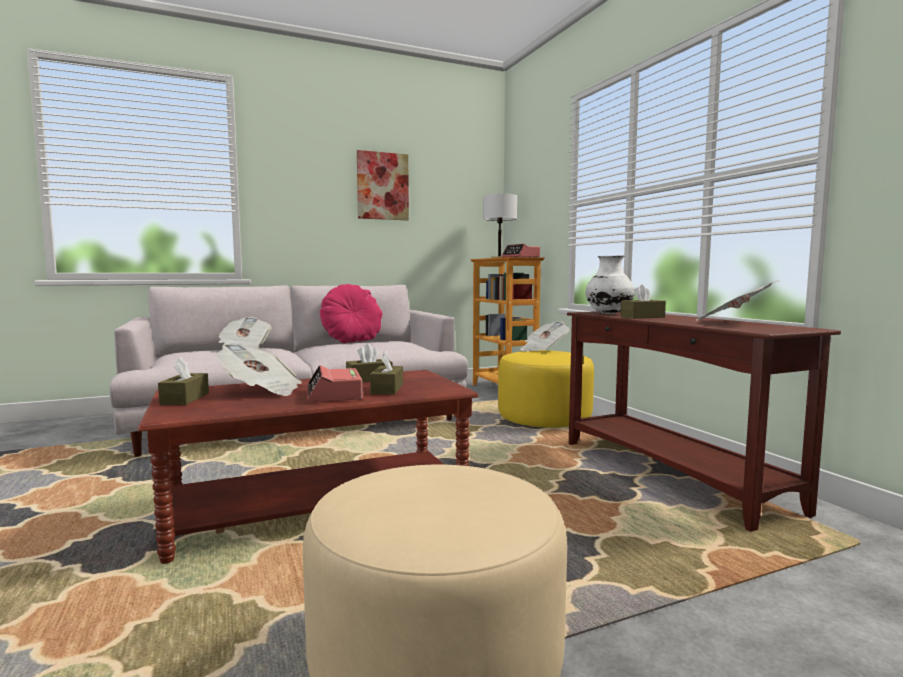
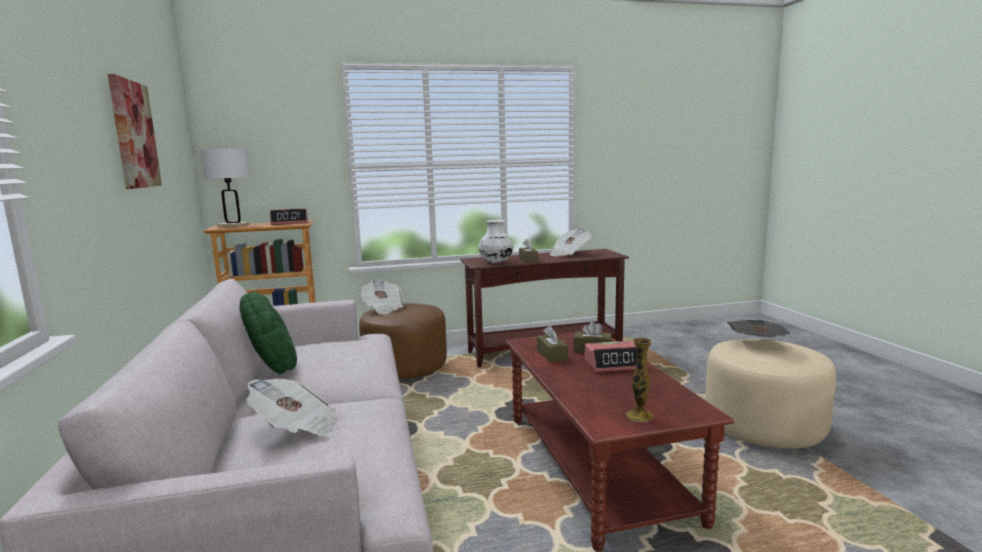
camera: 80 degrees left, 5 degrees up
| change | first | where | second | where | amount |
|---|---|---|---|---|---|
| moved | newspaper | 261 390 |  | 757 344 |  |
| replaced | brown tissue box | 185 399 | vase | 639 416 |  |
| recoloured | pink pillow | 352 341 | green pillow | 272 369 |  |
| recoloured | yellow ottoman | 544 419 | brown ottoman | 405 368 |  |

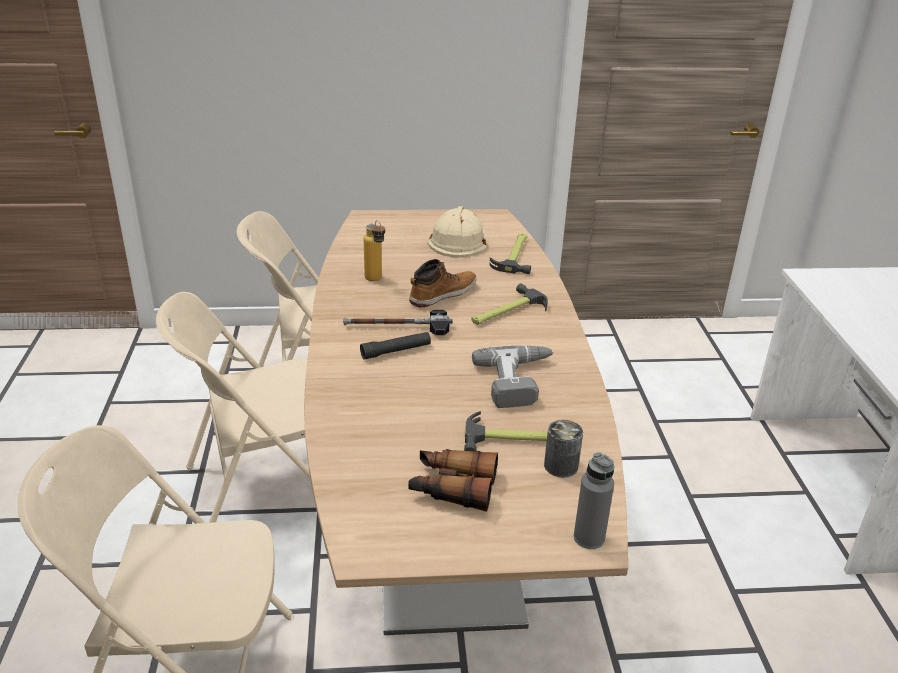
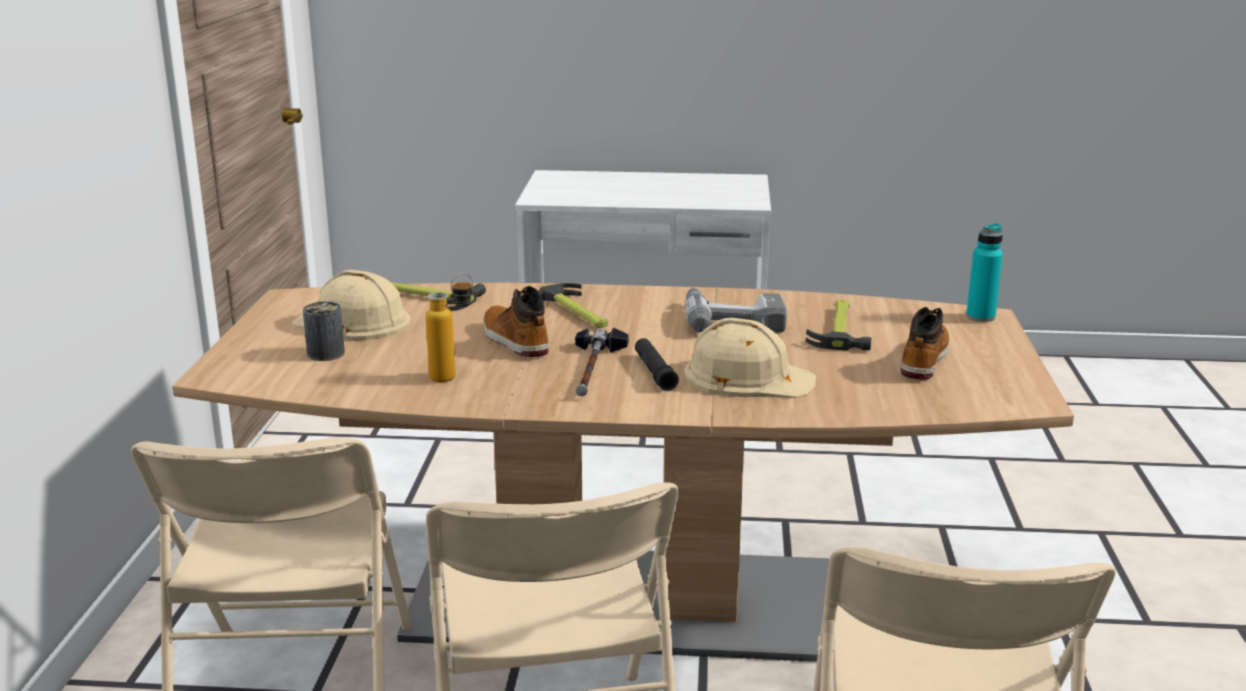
camera: 80 degrees left, 10 degrees down
| change | first | where | second | where | amount |
|---|---|---|---|---|---|
| added |  |  | beige hard hat | 747 377 |  |
| moved | can | 561 466 |  | 326 353 |  |
| replaced | binoculars | 452 487 | boot | 923 360 |  |
| recoloured | grey bottle | 589 538 | turquoise bottle | 980 317 |  |

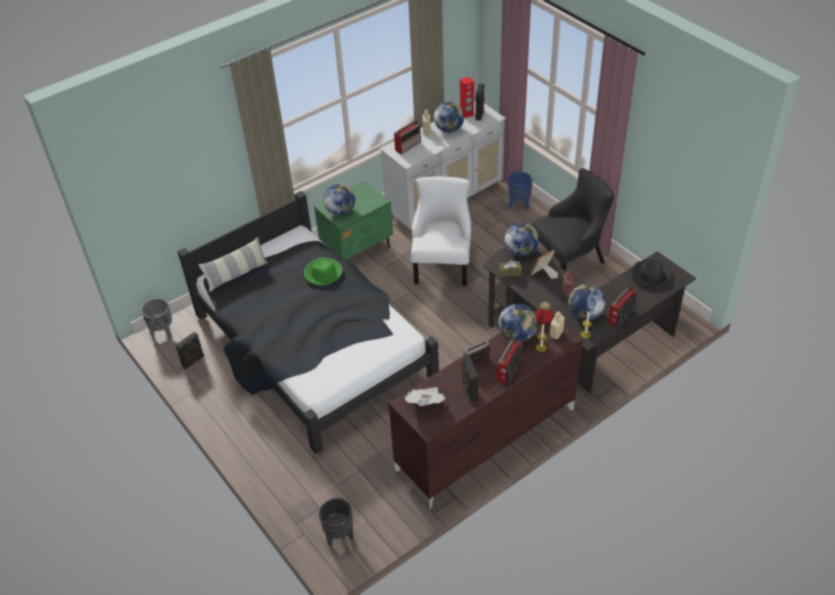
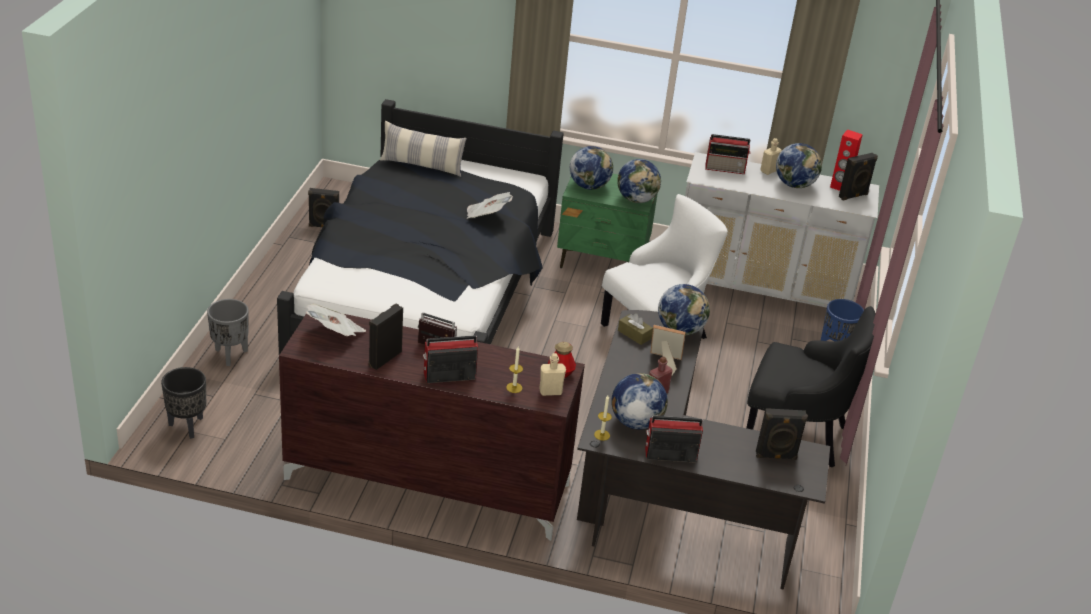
camera: 45 degrees right, 10 degrees down
| change | first | where | second | where | amount |
|---|---|---|---|---|---|
| moved | grey planter | 163 333 |  | 230 355 |  |
| moved | globe | 517 335 |  | 636 199 |  |
| replaced | green hat | 323 273 | newspaper | 487 216 |  |
| replaced | black hat | 651 275 | black speaker | 776 456 |  |

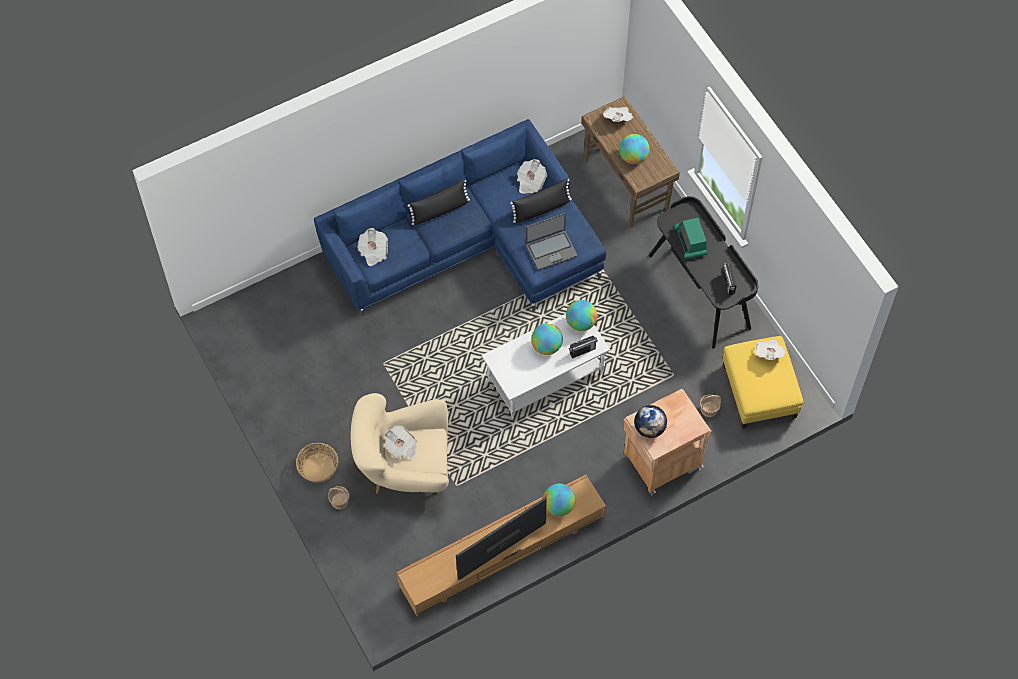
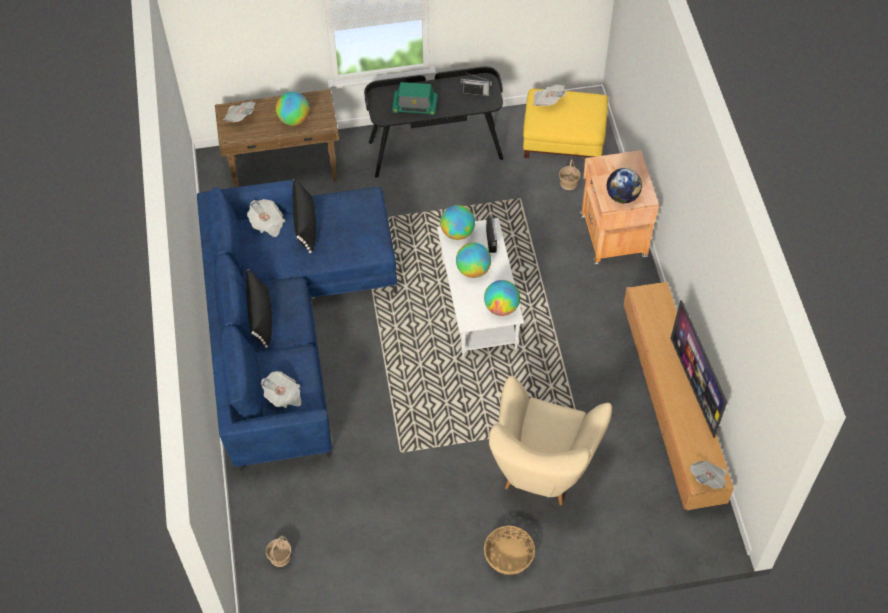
camera: 70 degrees left, 5 degrees down
| change | first | where | second | where | amount |
|---|---|---|---|---|---|
| removed | laptop | 551 250 |  |  |  |
| moved | basket | 339 501 |  | 280 557 |  |
| moved | newspaper | 401 447 |  | 708 479 |  |
| moved | globe | 558 506 |  | 501 307 |  |

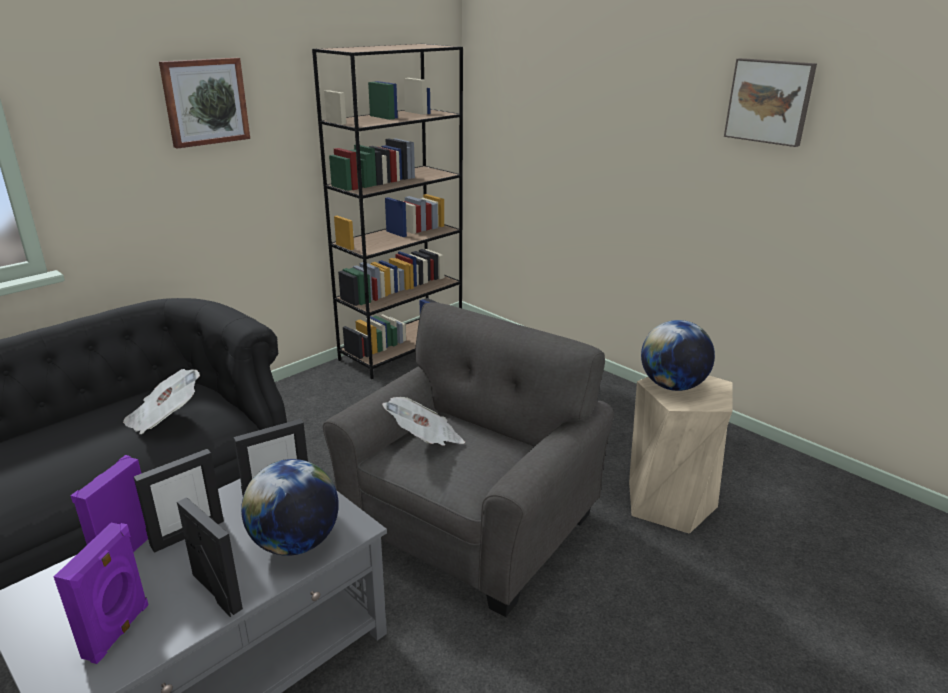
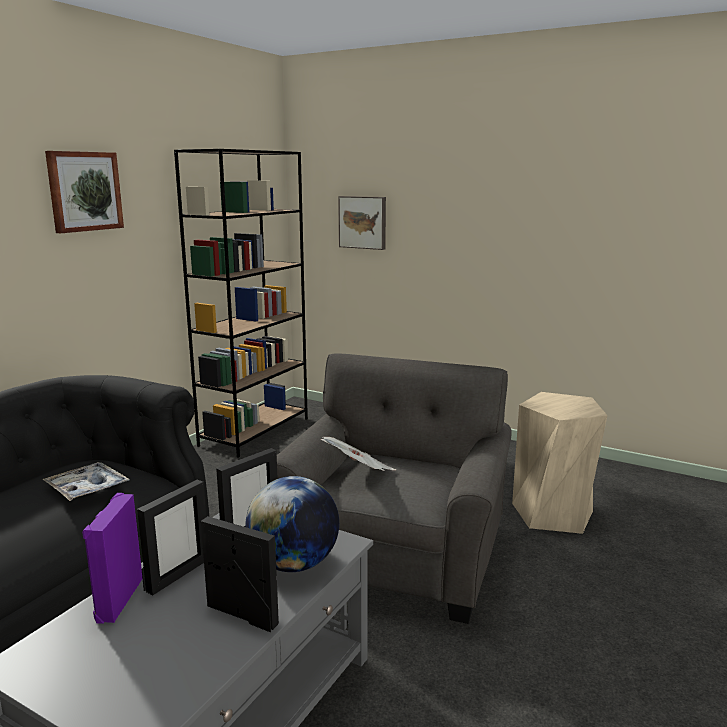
camera: 15 degrees left, 10 degrees down
| change | first | where | second | where | amount |
|---|---|---|---|---|---|
| removed | purple speaker | 118 631 |  |  |  |
| removed | globe | 672 386 |  |  |  |
| moved | picture | 770 101 |  | 363 222 |  |
| replaced | newspaper | 164 418 | tray | 87 488 |  |

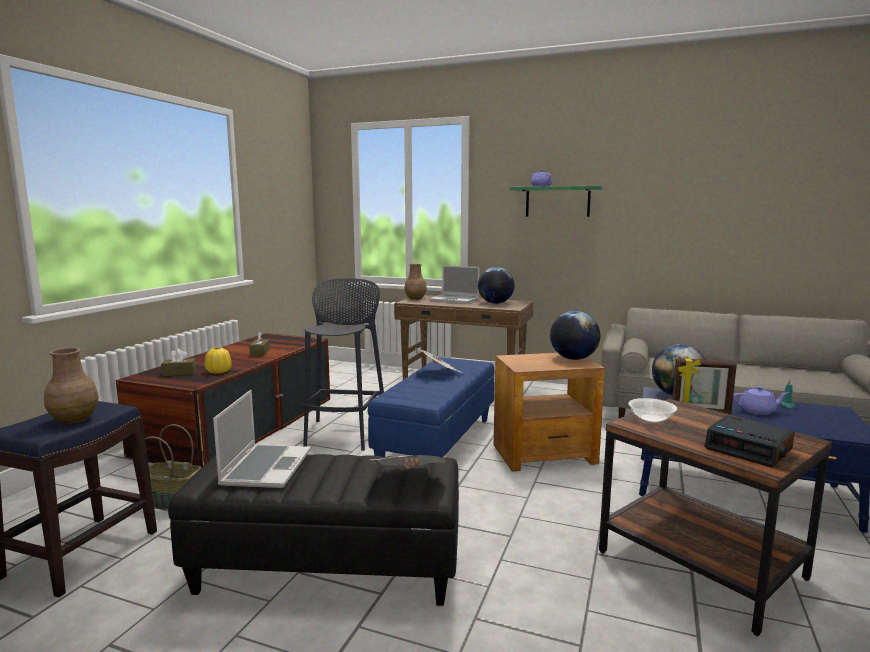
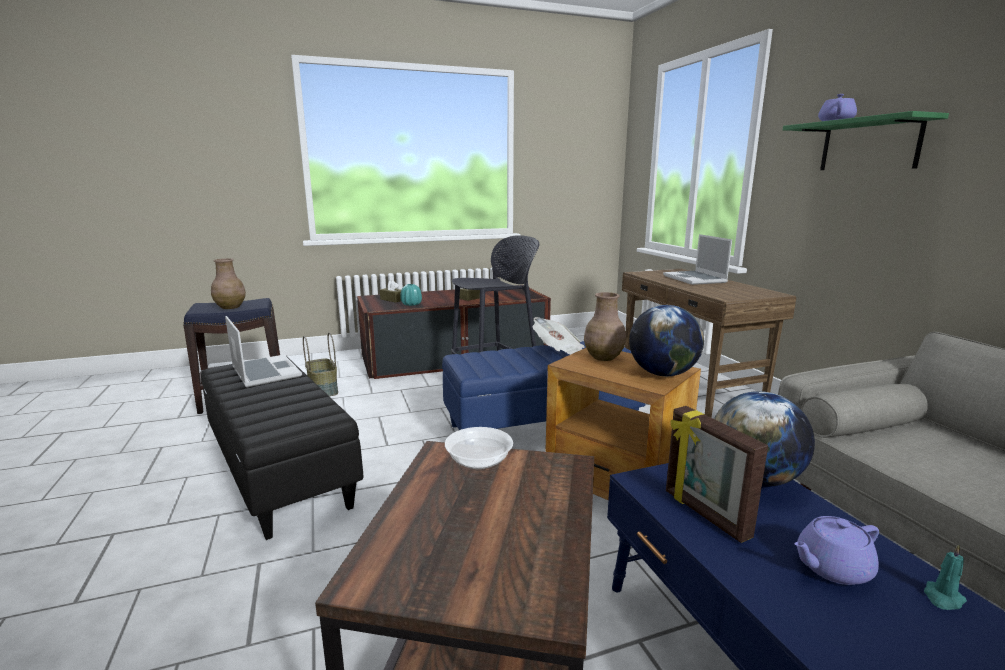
camera: 50 degrees right, 5 degrees up
| change | first | where | second | where | amount |
|---|---|---|---|---|---|
| removed | newspaper | 409 481 |  |  |  |
| removed | globe | 495 303 |  |  |  |
| removed | alarm clock | 749 449 |  |  |  |
| moved | brown vase | 415 298 |  | 603 357 |  |
| recoloured | yellow vase | 219 371 | turquoise vase | 411 304 |  |
| turned | laptop | 266 467 |  | 264 372 | 90 degrees counterclockwise |
| turned | purple teapot | 758 411 |  | 831 568 | 105 degrees clockwise |

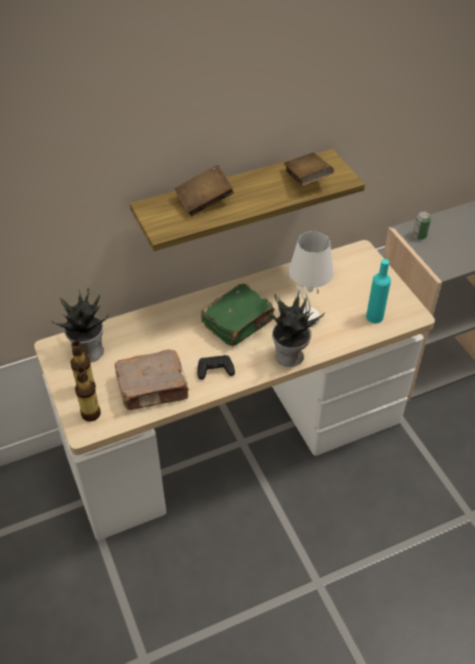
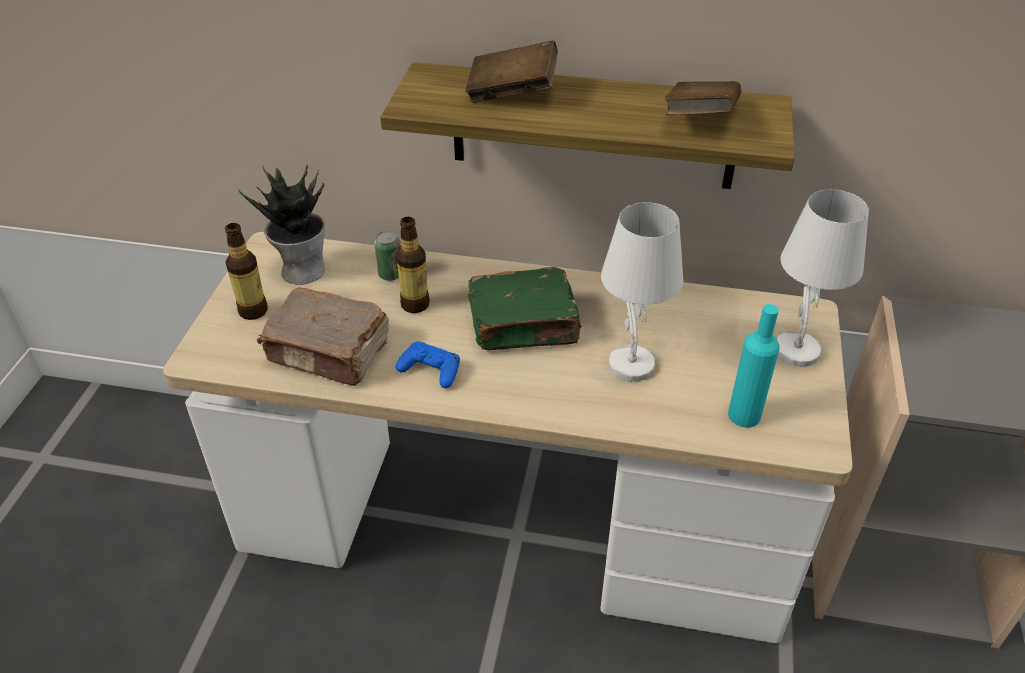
camera: 35 degrees right, 5 degrees down
| change | first | where | second | where | amount |
|---|---|---|---|---|---|
| removed | potted plant | 290 357 |  |  |  |
| added |  |  | white table lamp | 795 350 |  |
| moved | bottle | 91 414 |  | 415 304 |  |
| moved | can | 419 236 |  | 390 274 |  |
| recoloured | black game controller | 215 370 | blue game controller | 430 370 |  |

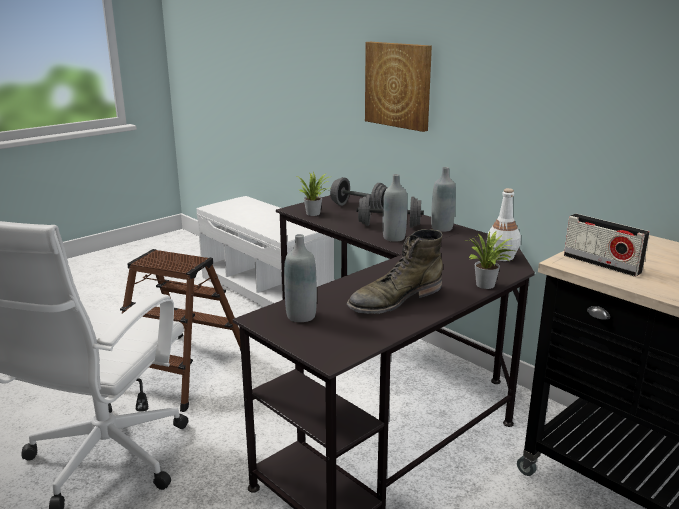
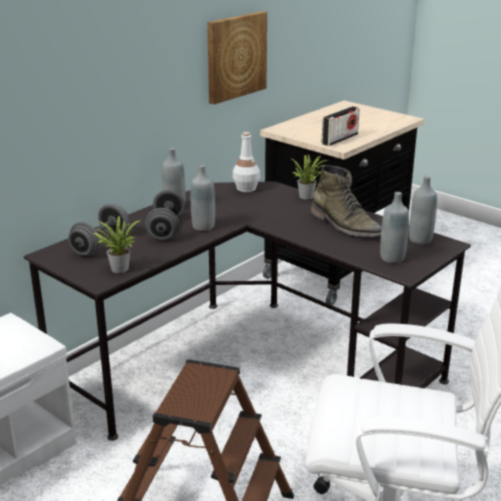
camera: 95 degrees left, 5 degrees up
| change | first | where | second | where | amount |
|---|---|---|---|---|---|
| added |  |  | grey bottle | 420 239 |  |
| moved | picture | 398 85 |  | 235 56 |  |

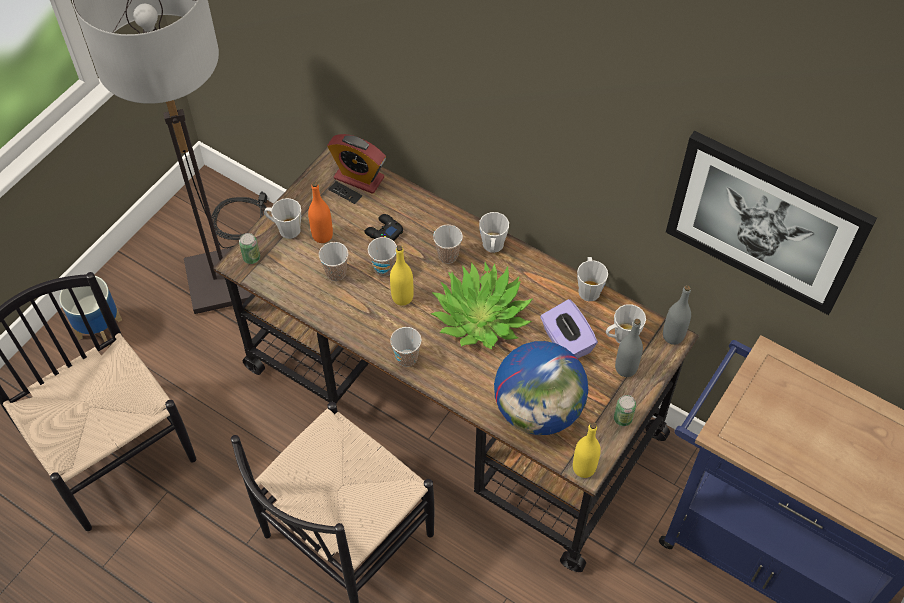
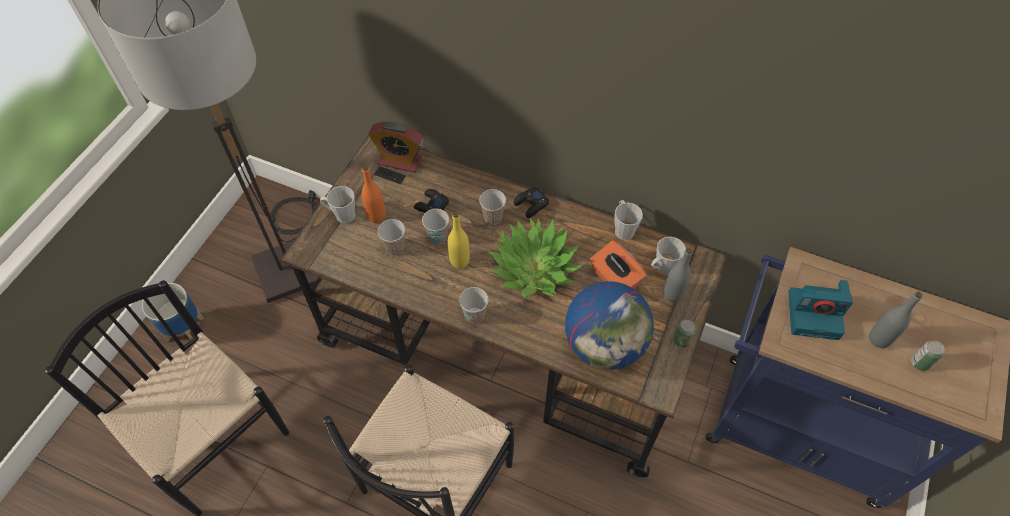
camera: 10 degrees left, 0 degrees up
| change | first | where | second | where | amount |
|---|---|---|---|---|---|
| removed | yellow bottle | 584 468 |  |  |  |
| removed | picture | 765 222 |  |  |  |
| added |  |  | photo camera | 814 314 |  |
| moved | can | 251 258 |  | 919 363 |  |
| moved | grey bottle | 673 336 |  | 879 339 |  |
| replaced | grey mug | 492 247 | black game controller | 531 205 |  |
| recoloured | purple tissue box | 566 342 | orange tissue box | 614 279 |  |

